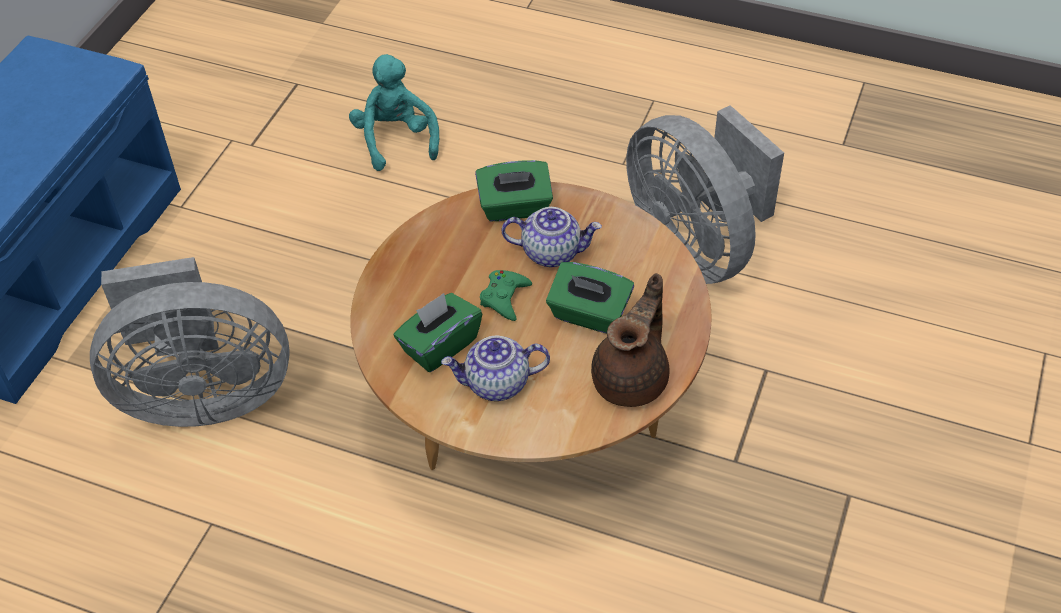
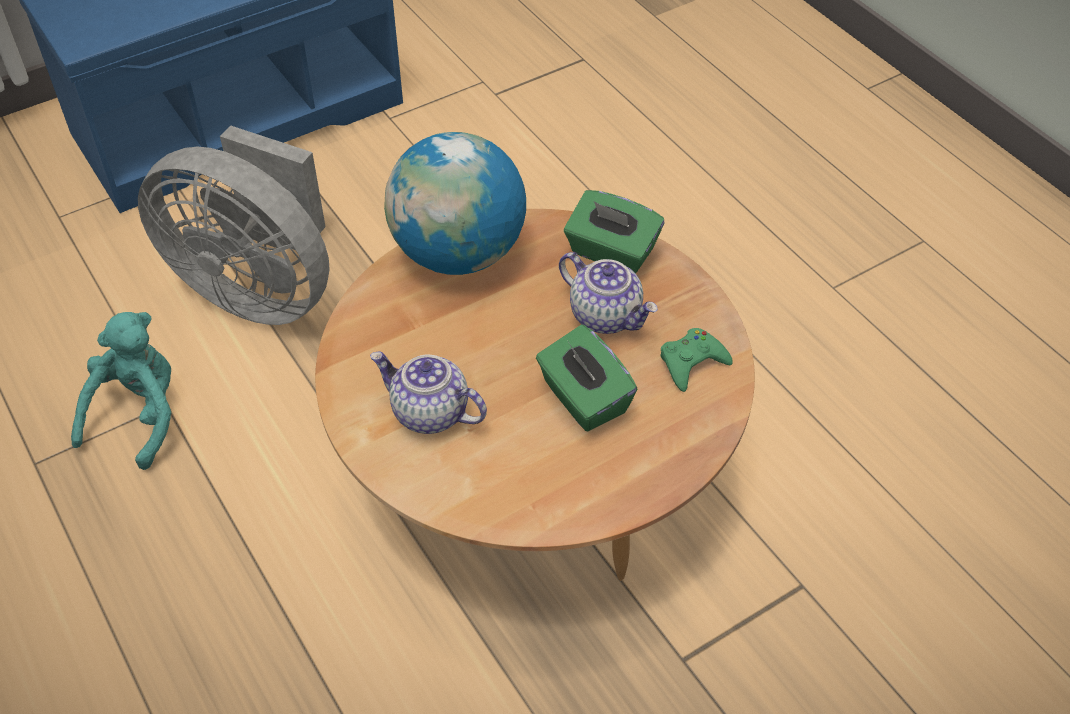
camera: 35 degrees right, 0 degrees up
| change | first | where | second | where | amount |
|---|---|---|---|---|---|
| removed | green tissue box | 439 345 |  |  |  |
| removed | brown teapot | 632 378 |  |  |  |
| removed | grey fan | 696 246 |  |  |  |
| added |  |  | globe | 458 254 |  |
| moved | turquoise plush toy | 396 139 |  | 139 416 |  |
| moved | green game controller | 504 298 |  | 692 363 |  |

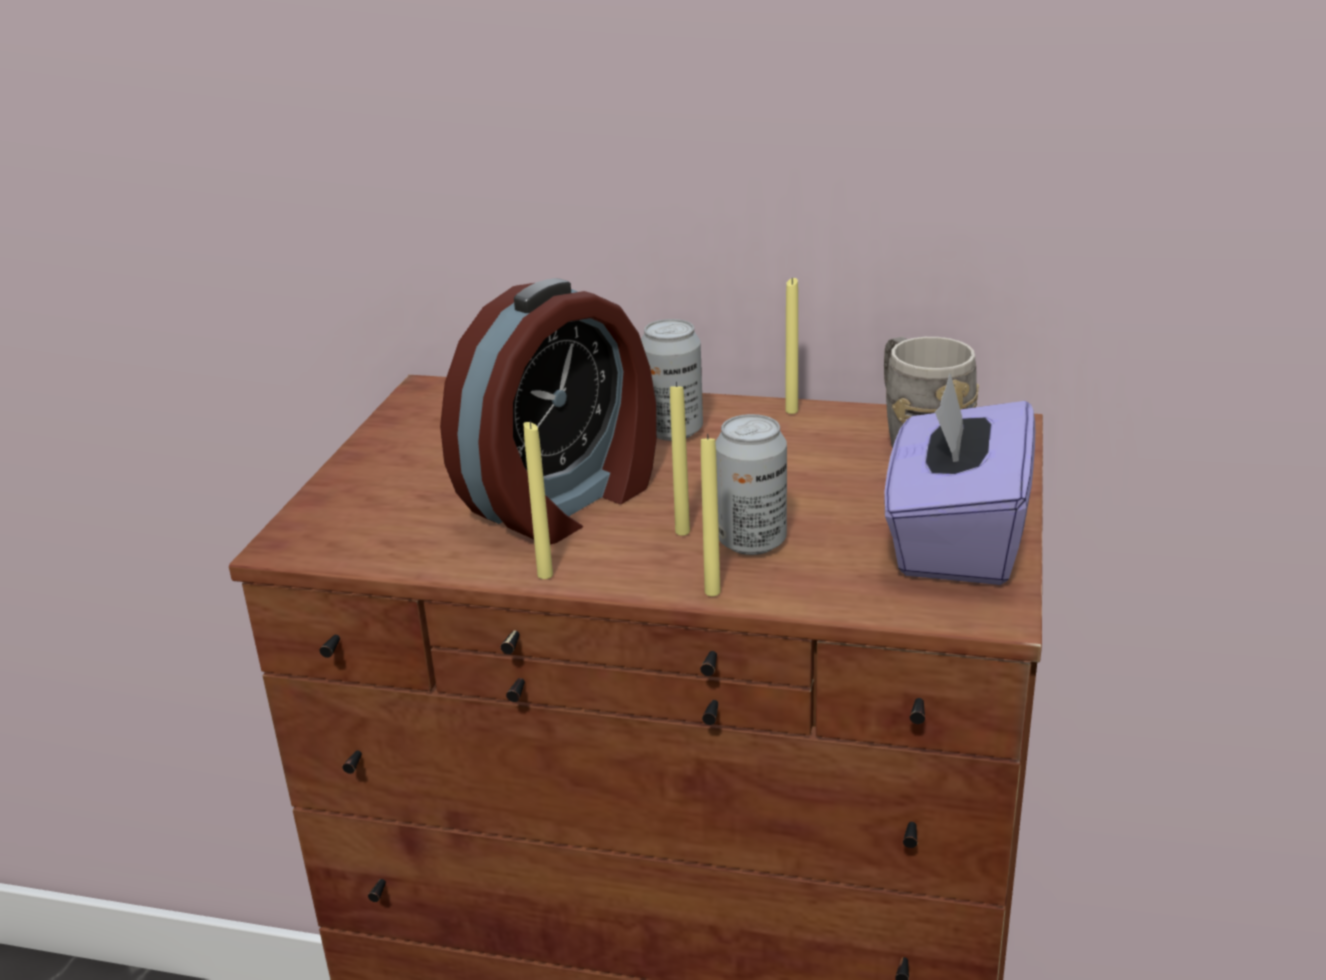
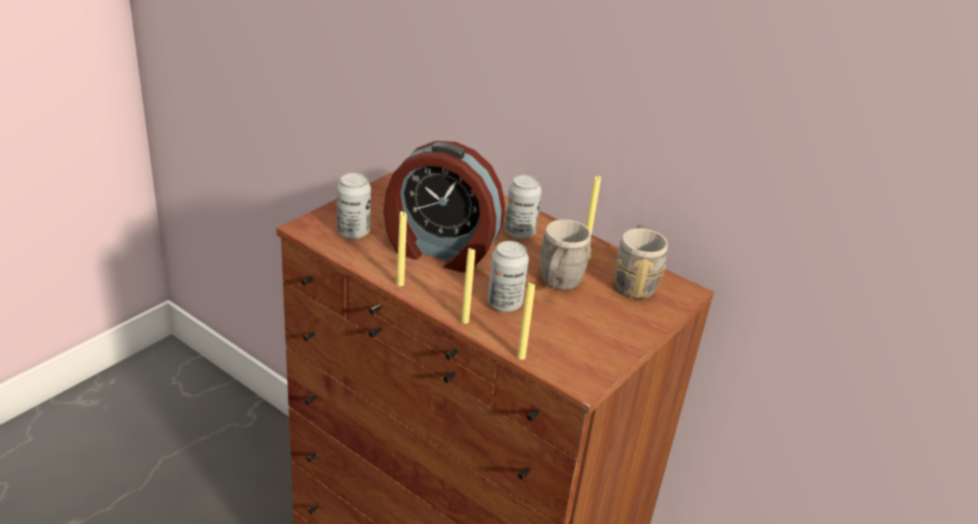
camera: 20 degrees right, 5 degrees up
| change | first | where | second | where | amount |
|---|---|---|---|---|---|
| removed | purple tissue box | 955 539 |  |  |  |
| added |  |  | can | 353 232 |  |
| added |  |  | grey mug | 558 284 |  |
| moved | yellow candle | 682 532 |  | 521 357 |  |
| turned | alarm clock | 566 500 |  | 439 250 | 45 degrees clockwise |

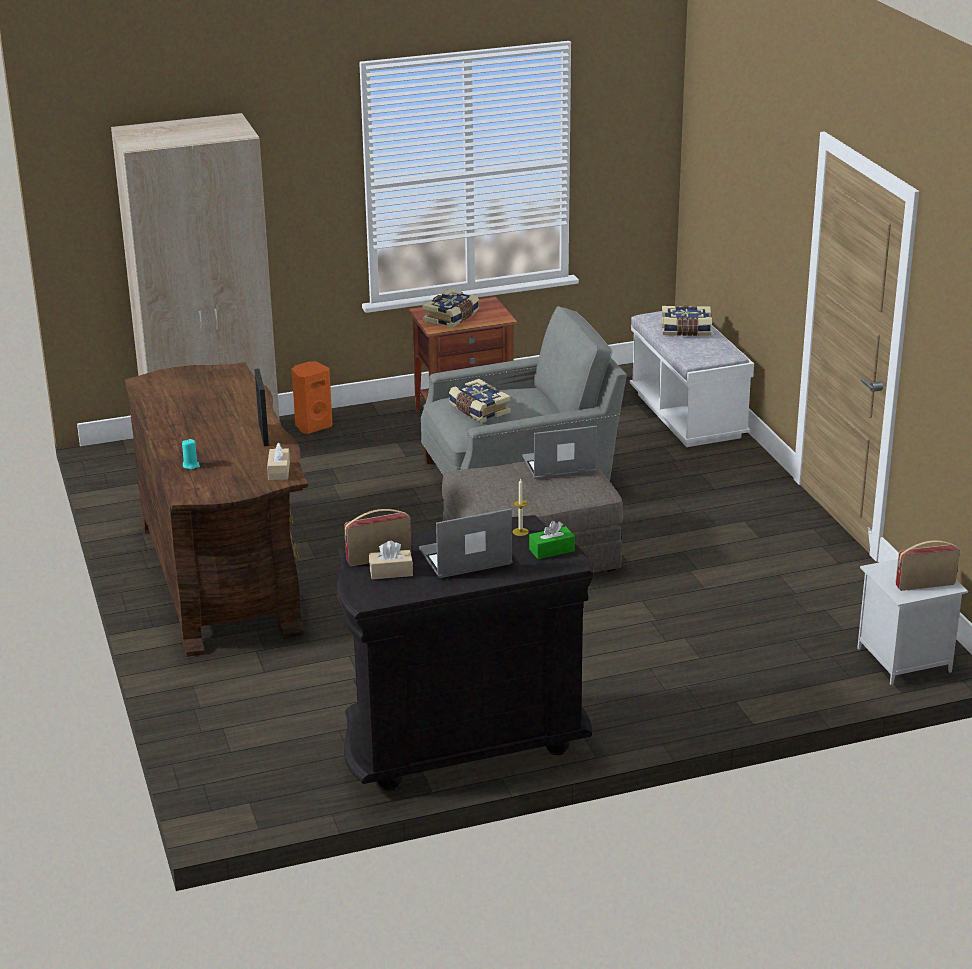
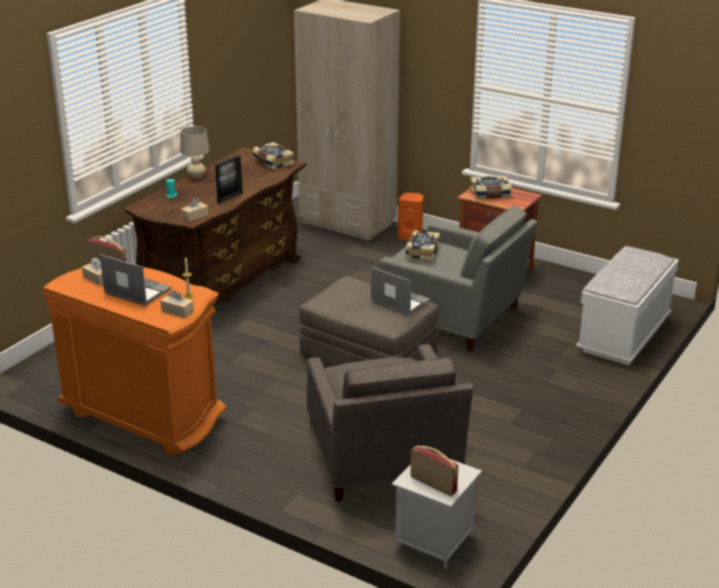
camera: 50 degrees right, 0 degrees up
| change | first | where | second | where | amount |
|---|---|---|---|---|---|
| added |  |  | beige table lamp | 196 176 |  |
| added |  |  | grey armchair | 383 457 |  |
| moved | book | 686 330 |  | 272 163 |  |
| recoloured | black dresser | 460 741 | orange dresser | 146 417 |  |
| recoloured | green tissue box | 551 550 | beige tissue box | 177 311 |  |

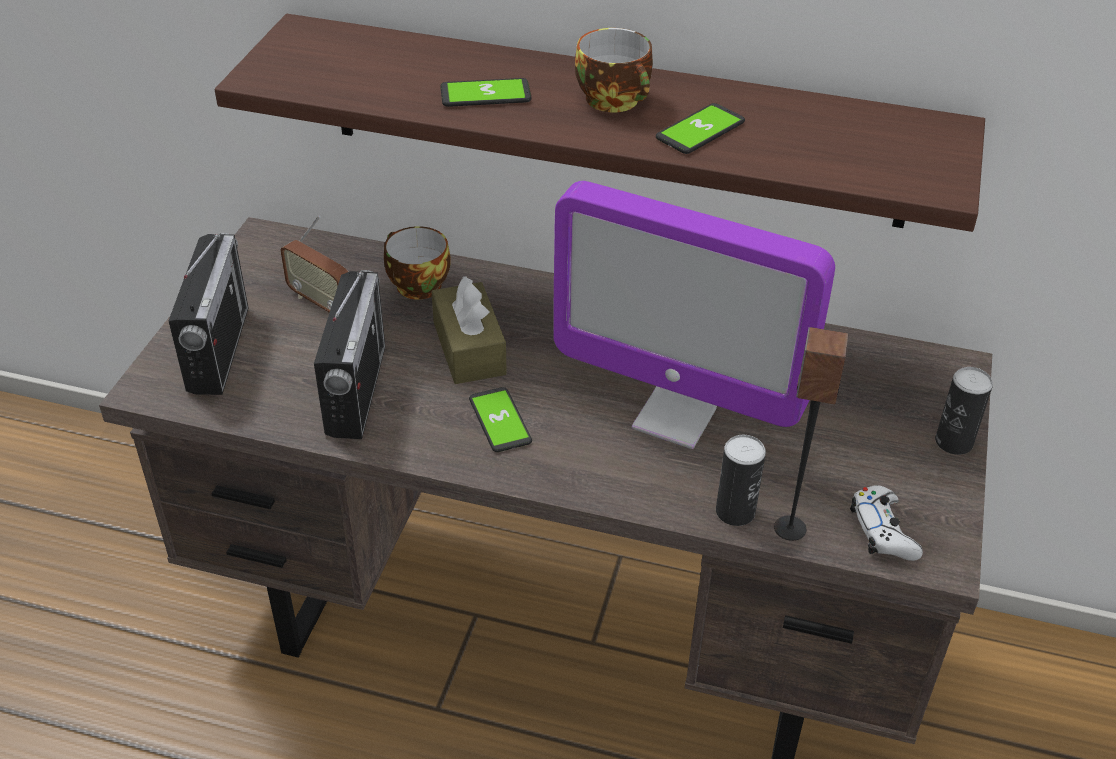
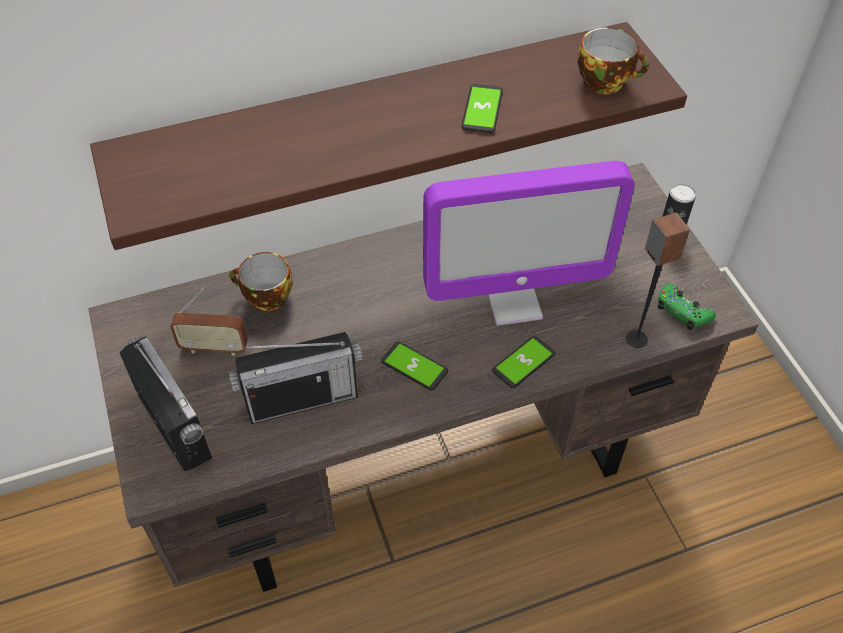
camera: 35 degrees left, 10 degrees up
| change | first | where | second | where | amount |
|---|---|---|---|---|---|
| removed | brown tissue box | 469 348 |  |  |  |
| removed | can | 735 512 |  |  |  |
| moved | phone | 485 94 |  | 523 362 |  |
| moved | cup | 616 100 |  | 606 81 |  |
| recoloured | white game controller | 883 531 | green game controller | 683 311 |  |
| turned | radio | 356 390 |  | 302 399 | 105 degrees clockwise |

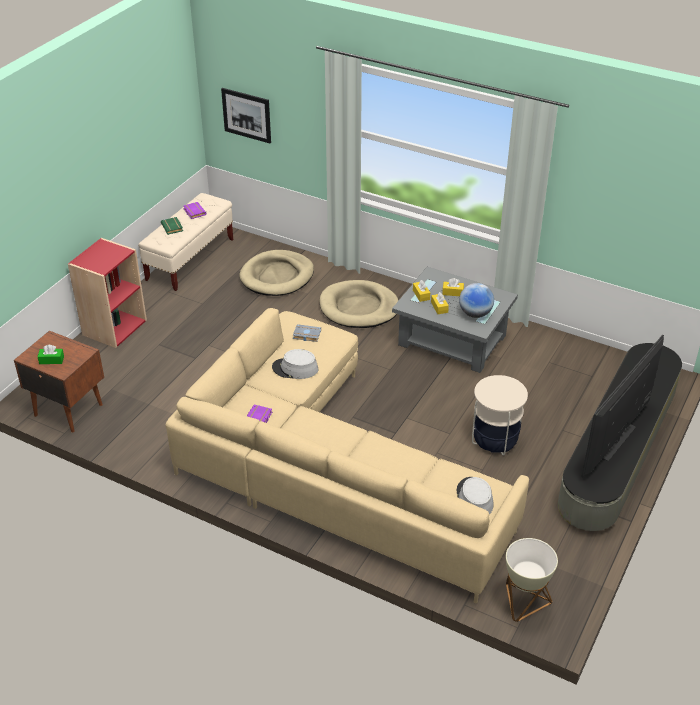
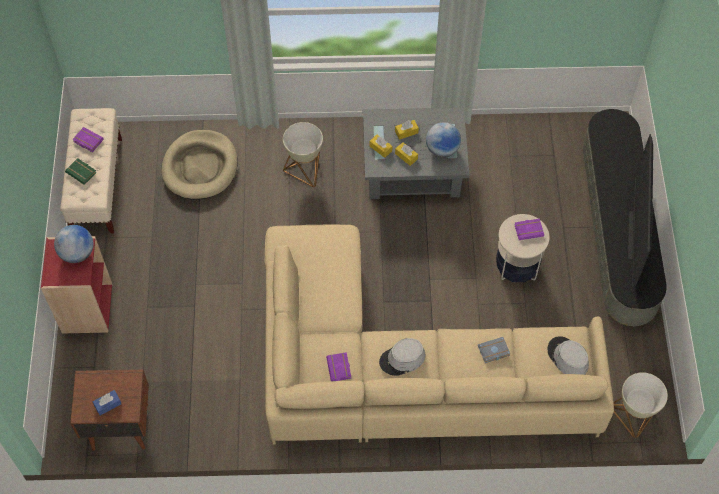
camera: 30 degrees left, 20 degrees up
| change | first | where | second | where | amount |
|---|---|---|---|---|---|
| removed | picture | 246 115 |  |  |  |
| added |  |  | globe | 77 253 |  |
| added |  |  | purple book | 529 230 |  |
| moved | grey hat | 295 369 |  | 402 359 |  |
| moved | grey book | 306 335 |  | 493 352 |  |
| replaced | beige dog bed | 359 308 | planter | 305 170 |  |
| recoloured | green tissue box | 51 360 | blue tissue box | 108 404 |  |

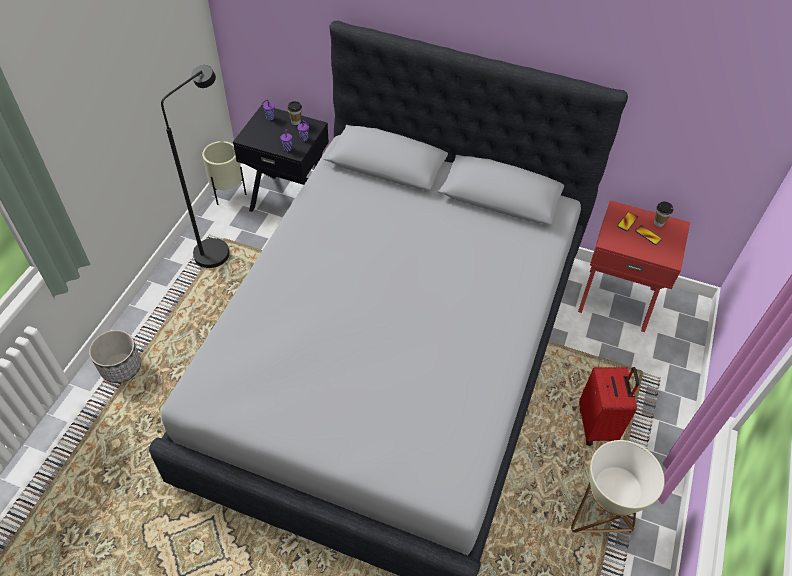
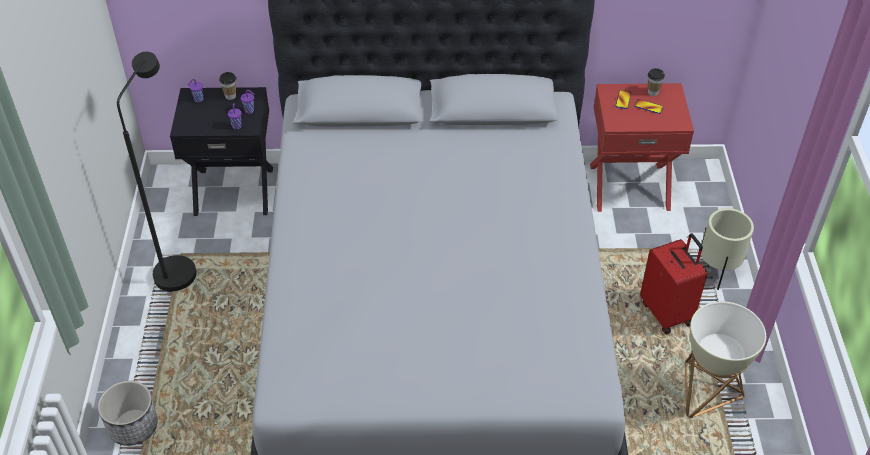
camera: 20 degrees left, 5 degrees down
| change | first | where | second | where | amount |
|---|---|---|---|---|---|
| moved | beige planter | 228 194 |  | 717 272 |  |

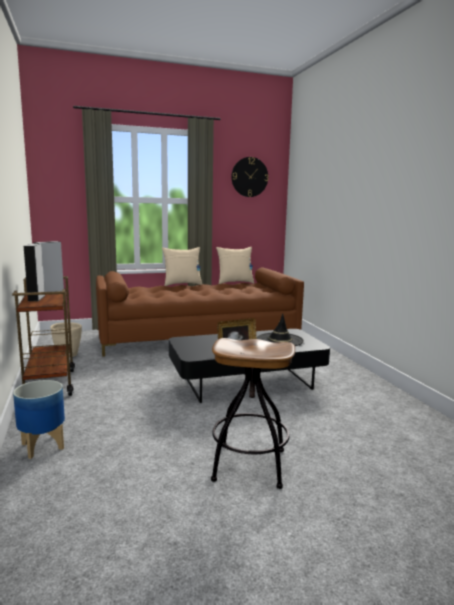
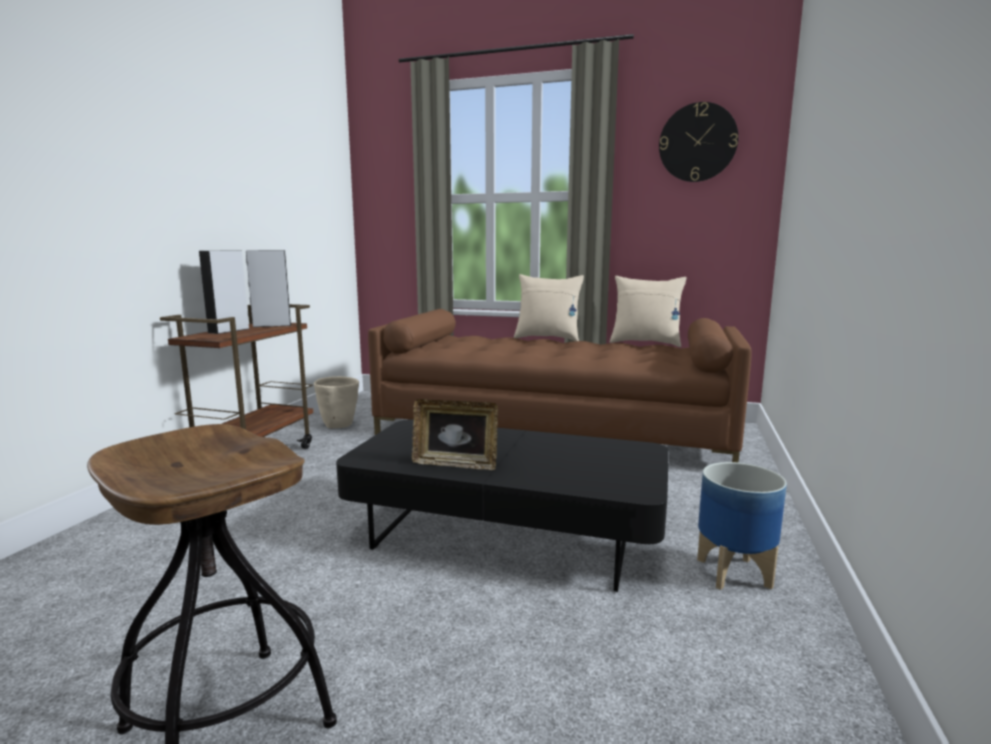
camera: 35 degrees right, 0 degrees up
| change | first | where | second | where | amount |
|---|---|---|---|---|---|
| removed | black hat | 280 340 |  |  |  |
| moved | planter | 42 446 |  | 732 573 |  |

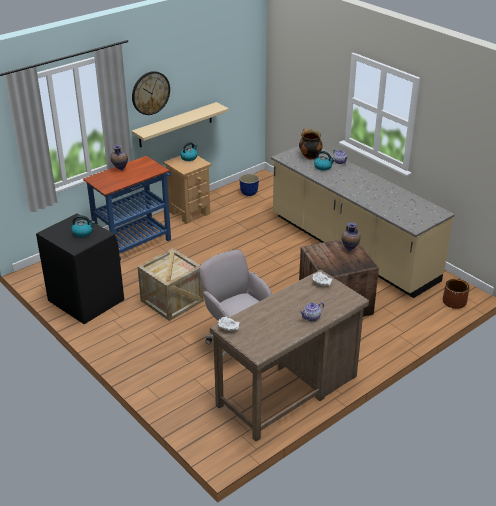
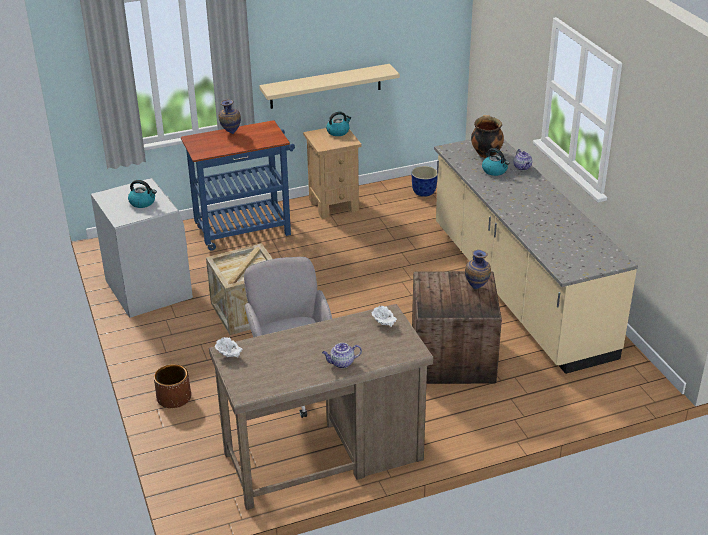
camera: 20 degrees right, 0 degrees up
| change | first | where | second | where | amount |
|---|---|---|---|---|---|
| removed | wall clock | 150 93 |  |  |  |
| moved | brown planter | 454 302 |  | 174 398 |  |
| recoloured | black washing machine | 87 299 | white washing machine | 150 288 |  |

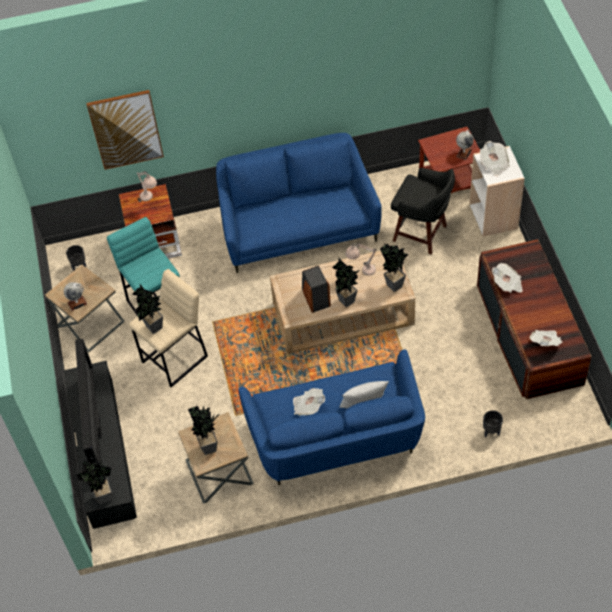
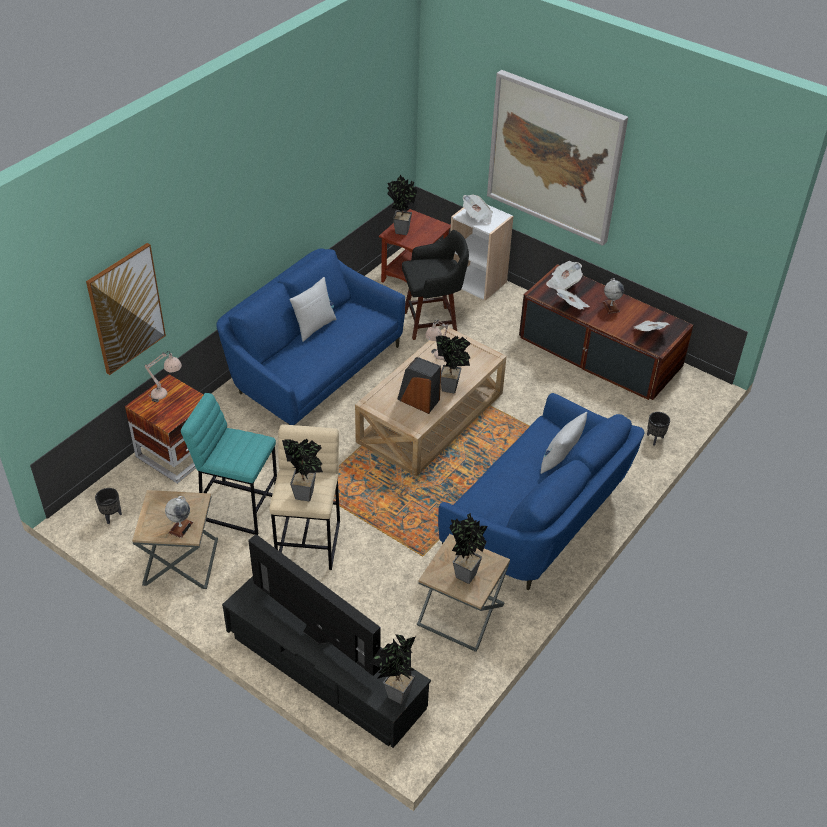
camera: 45 degrees left, 10 degrees down
| change | first | where | second | where | amount |
|---|---|---|---|---|---|
| added |  |  | grey pillow | 314 327 |  |
| added |  |  | picture | 555 157 |  |
| moved | newspaper | 308 406 |  | 563 283 |  |
| moved | potted plant | 394 283 |  | 400 230 |  |
| moved | globe | 464 153 |  | 611 307 |  |

